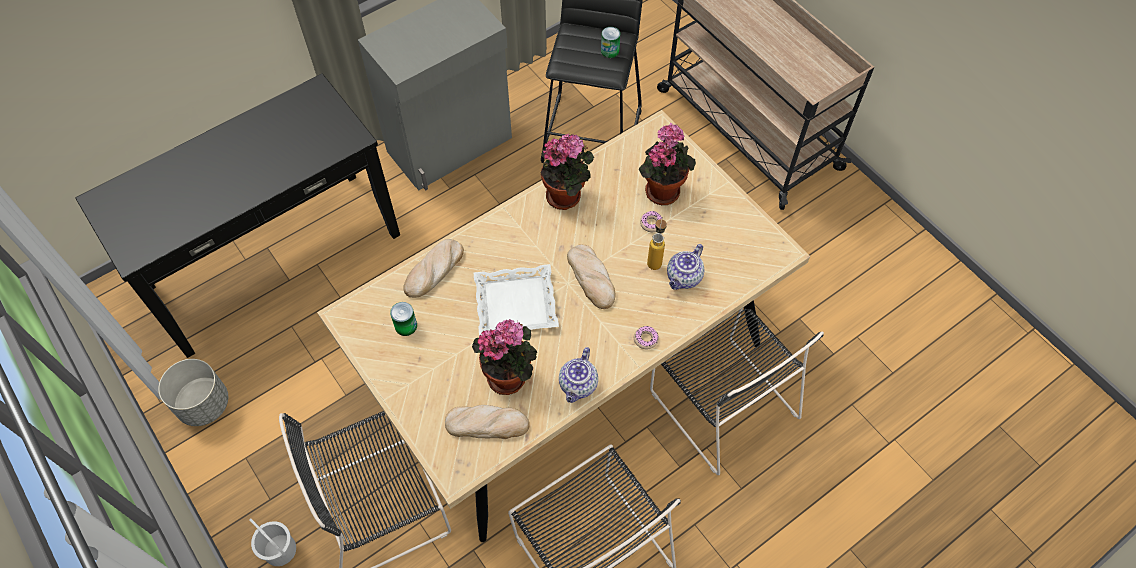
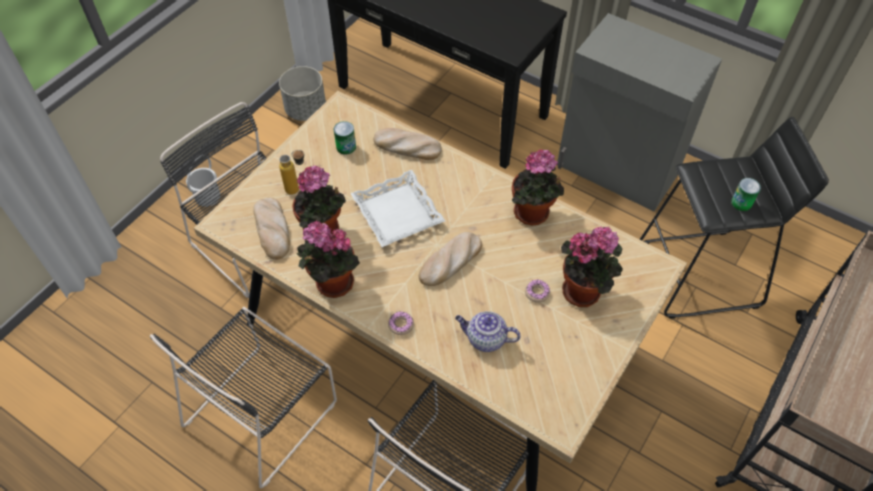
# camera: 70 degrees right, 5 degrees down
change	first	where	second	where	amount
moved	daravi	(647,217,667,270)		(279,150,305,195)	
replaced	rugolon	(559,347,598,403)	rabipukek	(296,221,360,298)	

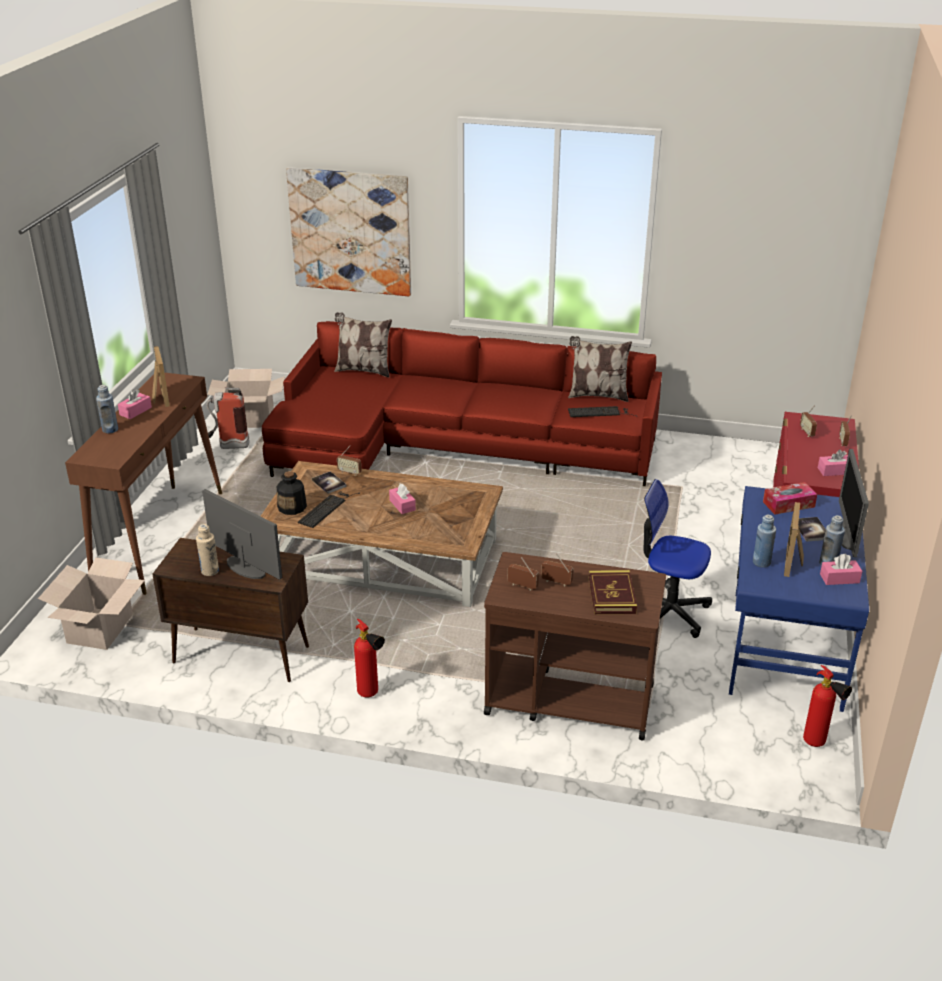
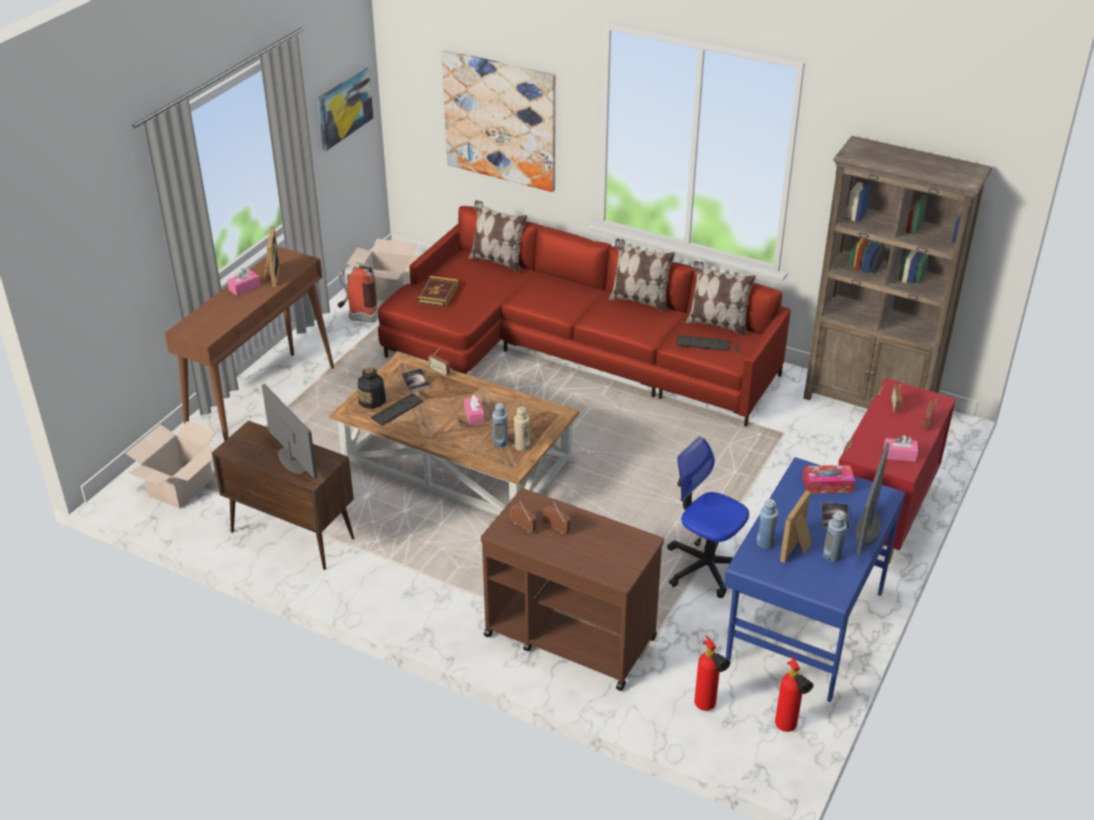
# camera: 15 degrees right, 5 degrees up
change	first	where	second	where	amount
added			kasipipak	(317,67,373,151)	
moved	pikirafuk	(588,570,637,614)		(417,276,458,308)	
moved	daravi (blue)	(96,385,118,433)		(492,403,508,447)	
moved	daravi (beige)	(196,524,219,576)		(514,407,530,451)	
added			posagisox	(609,238,675,312)	
moved	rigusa	(354,619,385,698)		(694,635,731,711)	
added			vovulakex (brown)	(803,136,992,409)	
removed	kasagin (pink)	(820,554,862,585)			

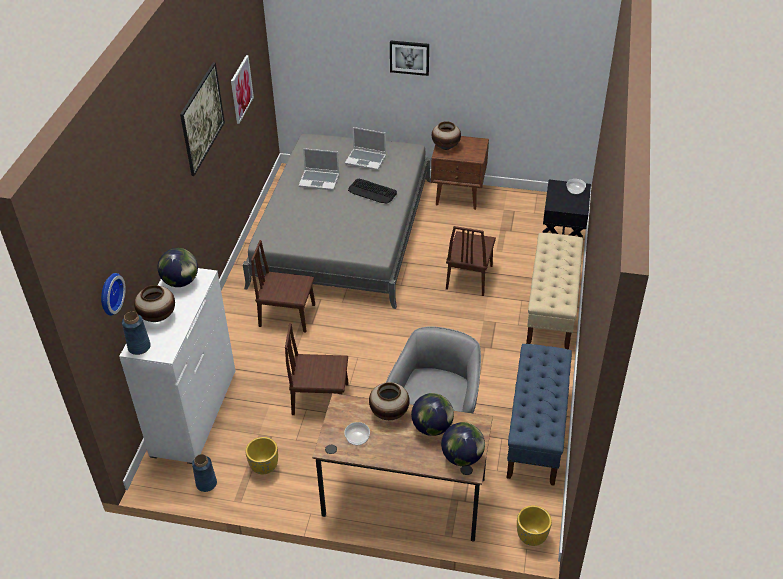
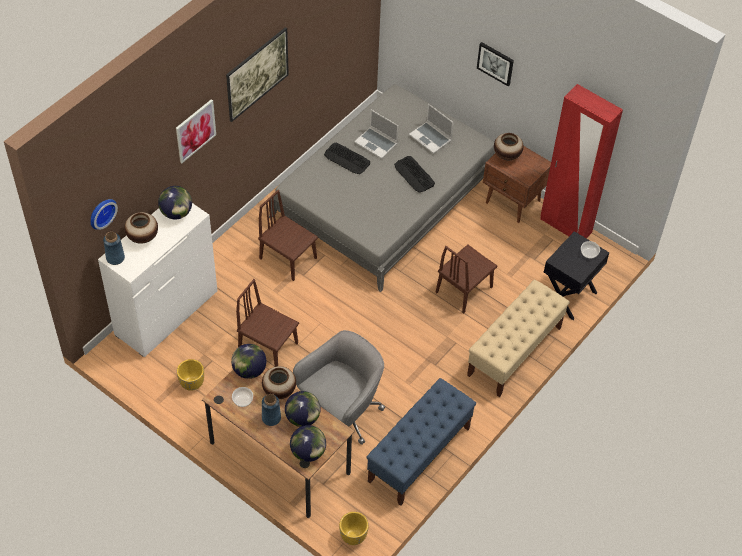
# camera: 25 degrees right, 10 degrees up
change	first	where	second	where	amount
moved	kasipipak	(231,55,254,124)		(176,99,216,163)	
added			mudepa	(231,344,266,379)	
moved	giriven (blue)	(192,454,217,492)		(262,394,281,426)	
added			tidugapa	(324,143,370,174)	
added			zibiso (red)	(540,84,623,239)	

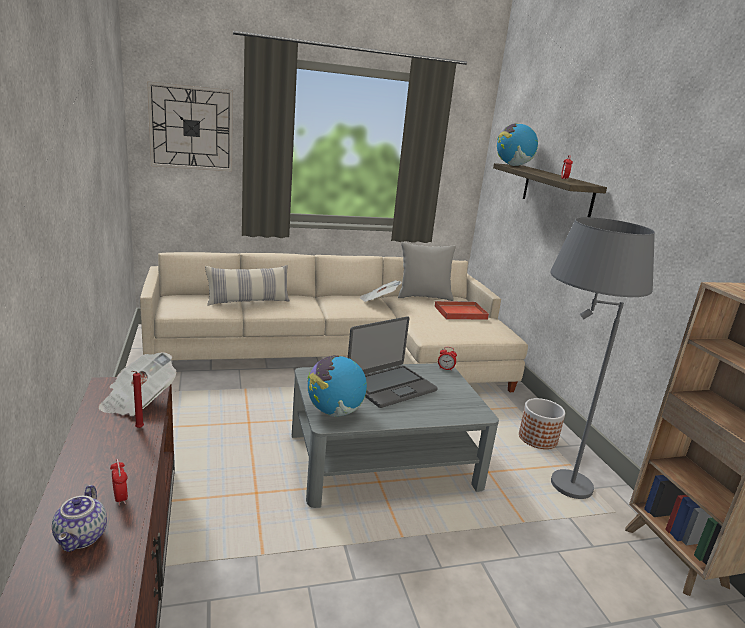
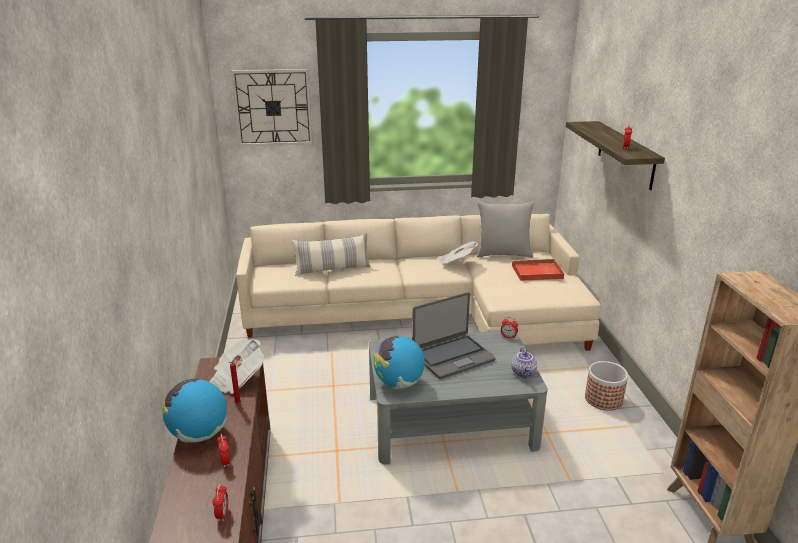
# camera: 10 degrees right, 5 degrees up
change	first	where	second	where	amount
moved	mudepa	(497,123,538,166)		(162,378,227,443)	
added			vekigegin	(212,484,228,522)	
moved	rugolon	(52,485,107,552)		(511,347,537,378)	
removed	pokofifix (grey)	(550,217,655,499)			

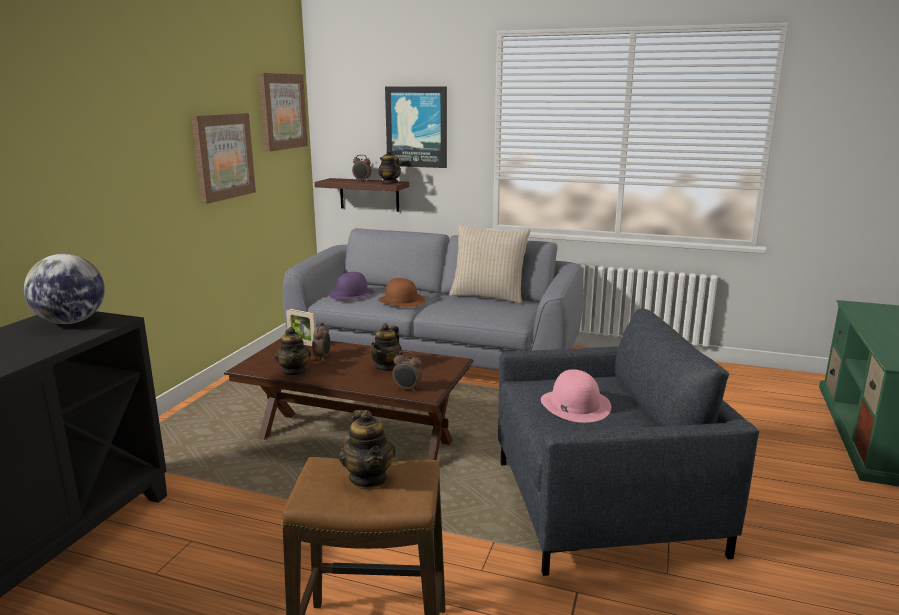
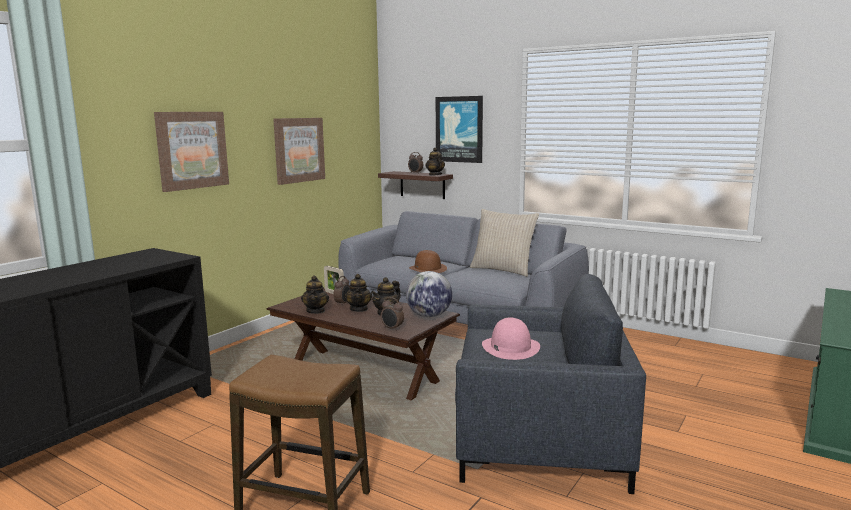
# camera: 15 degrees right, 5 degrees down
change	first	where	second	where	amount
moved	kasipipak	(259,73,308,152)		(154,112,229,192)	
moved	rugolon	(339,410,396,488)		(344,274,372,312)	
moved	mudepa	(24,254,105,324)		(406,271,452,318)	
removed	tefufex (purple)	(329,272,375,300)			

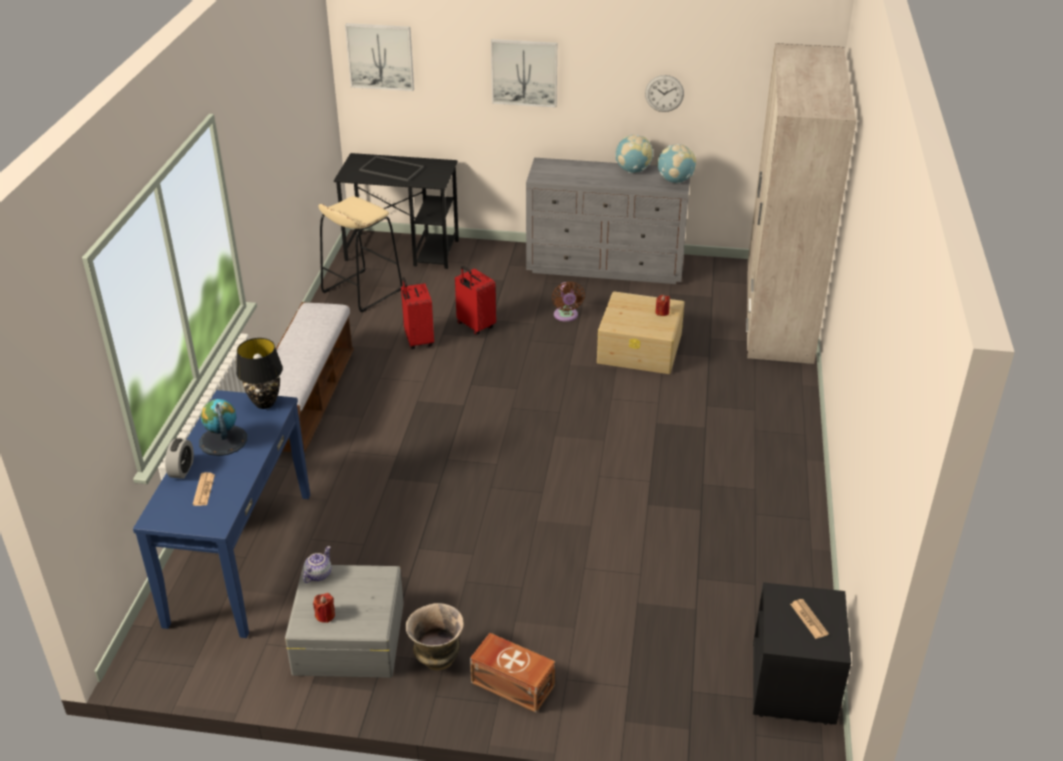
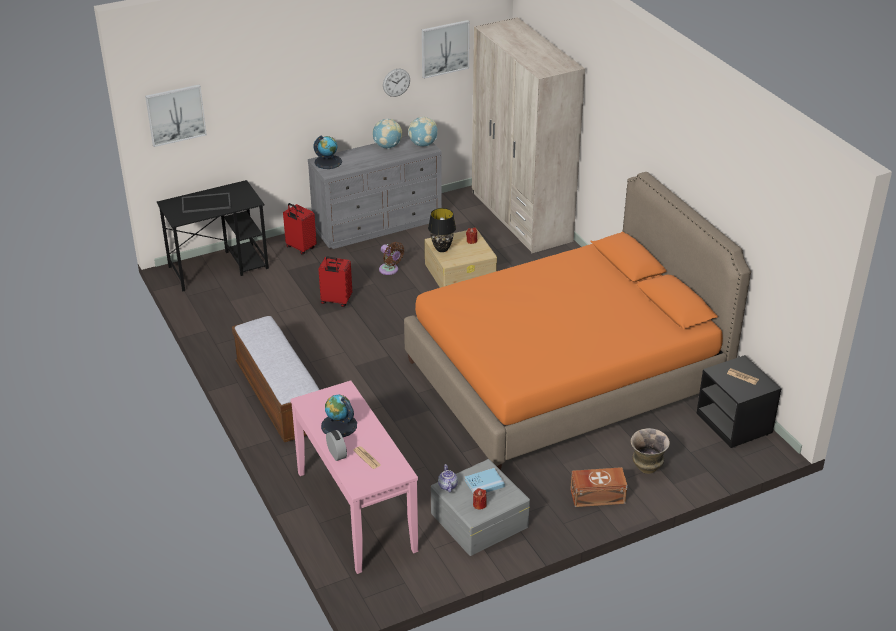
# camera: 35 degrees left, 0 degrees up
change	first	where	second	where	amount
moved	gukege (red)	(401,277,434,349)		(283,203,317,254)	
recoloured	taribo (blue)	(133,390,310,638)	taribo (pink)	(290,381,418,574)	
added			mudepa	(314,135,342,169)	
added			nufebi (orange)	(404,172,751,470)	
moved	kasipipak	(491,39,557,107)		(422,20,470,78)	
moved	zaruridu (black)	(236,338,283,409)		(428,208,456,252)	
added			pikirafuk (blue)	(464,468,505,493)	
moved	giriven	(406,603,464,670)		(631,428,670,474)	
removed	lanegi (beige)	(318,196,403,313)			

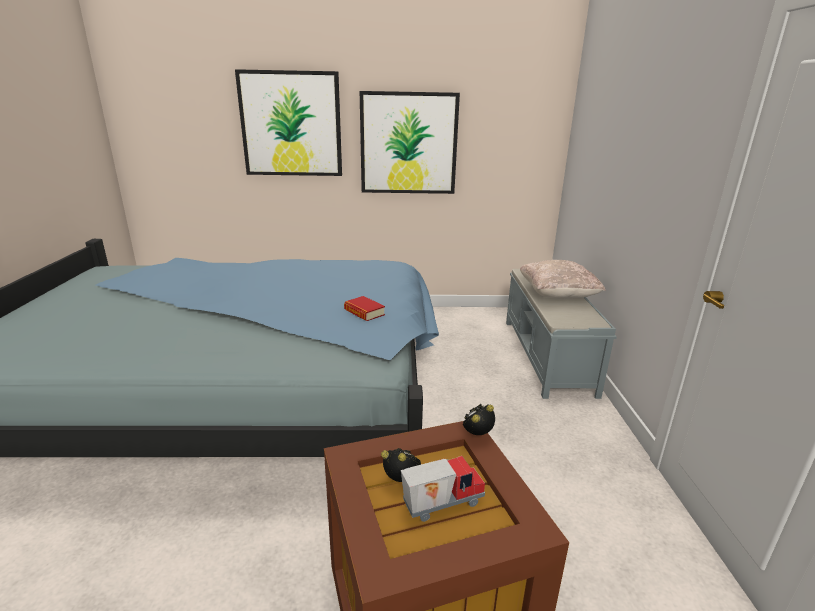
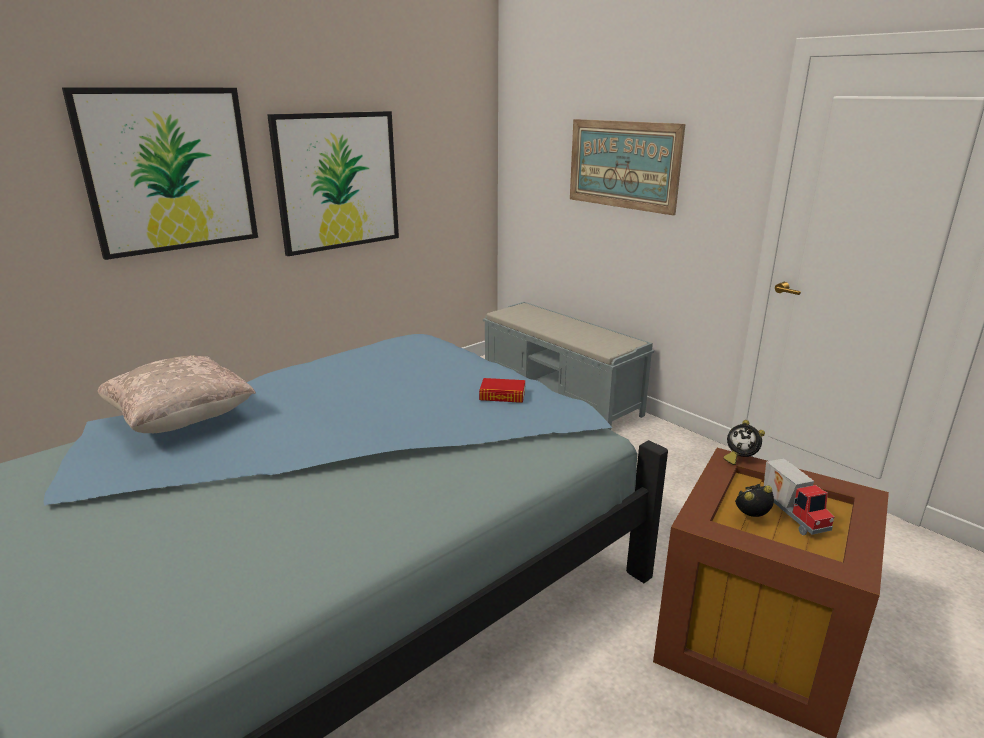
# camera: 40 degrees left, 0 degrees up
change	first	where	second	where	amount
moved	posagisox (beige)	(520,260,605,298)		(98,356,256,433)	
added			kasipipak	(570,119,686,215)	
turned	vekigegin	(463,404,495,435)		(723,420,765,465)	60 degrees counterclockwise
turned	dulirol	(401,456,485,522)		(764,459,834,535)	135 degrees clockwise

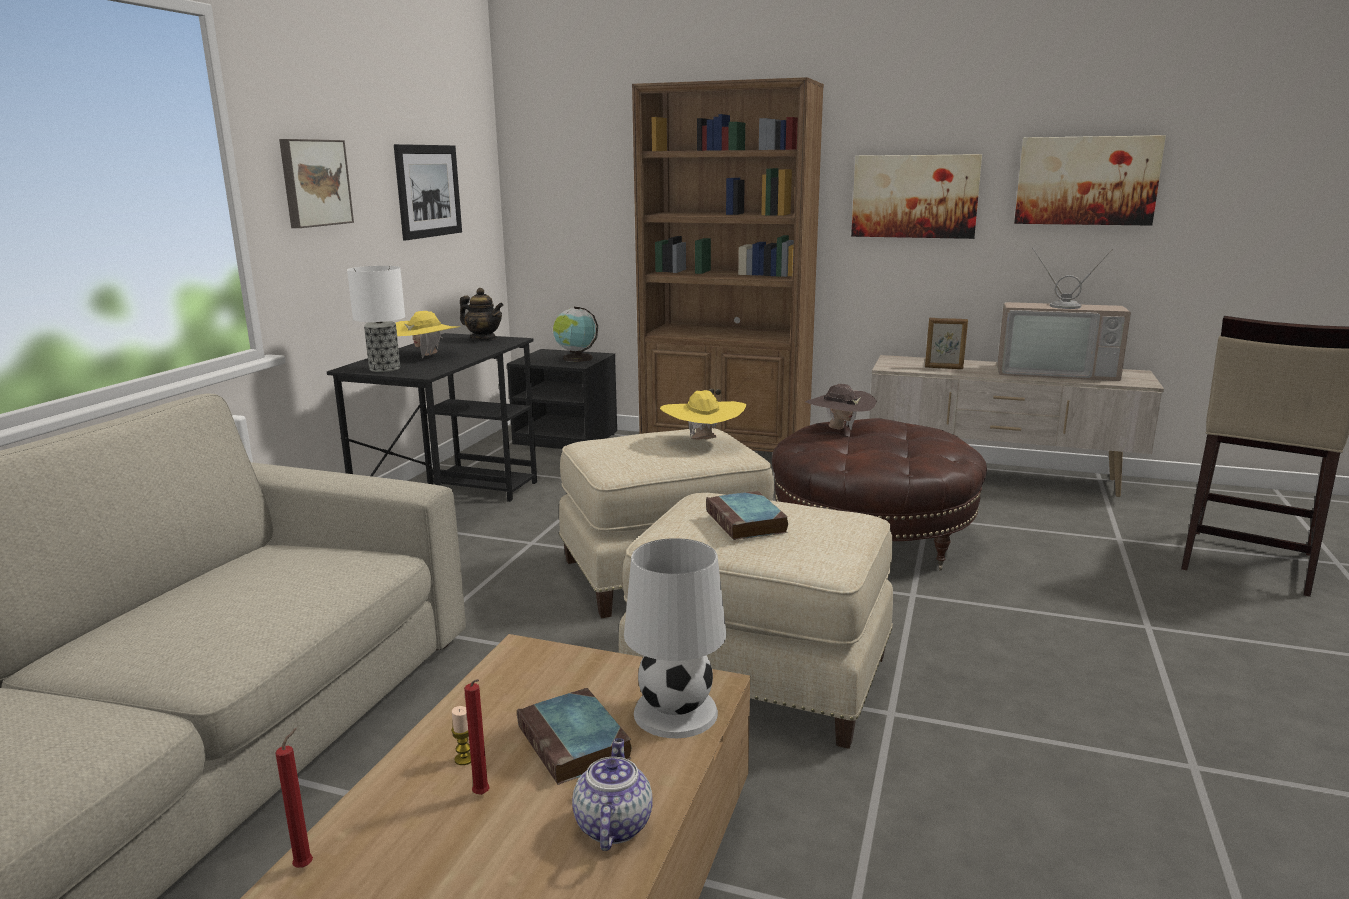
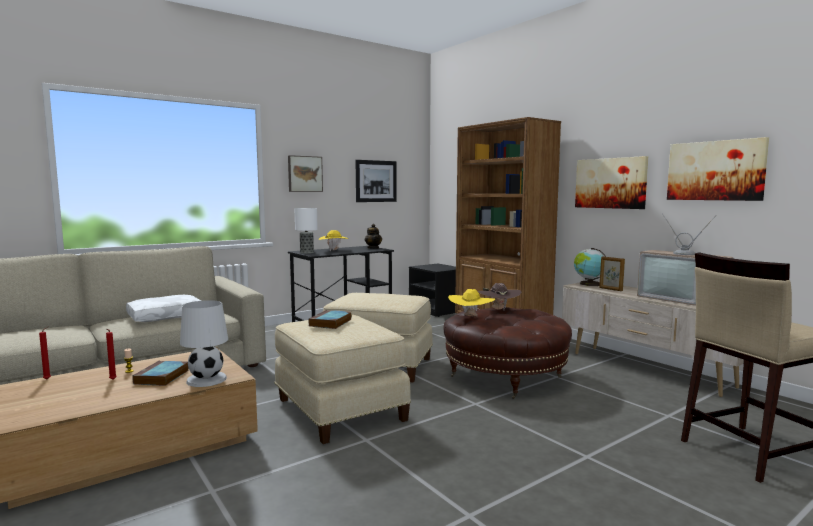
# camera: 35 degrees right, 10 degrees down
change	first	where	second	where	amount
added			posagisox (white)	(126,295,201,322)	
moved	tefufex (yellow)	(660,390,746,440)		(448,289,496,317)	
moved	mudepa	(553,306,598,362)		(574,248,606,286)	
removed	rugolon	(572,738,652,851)			

